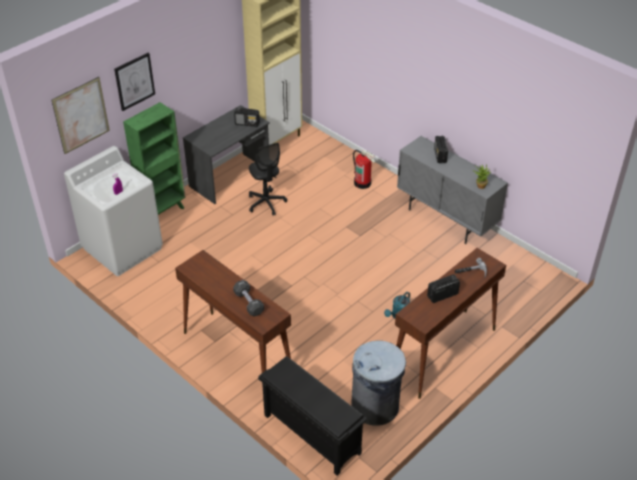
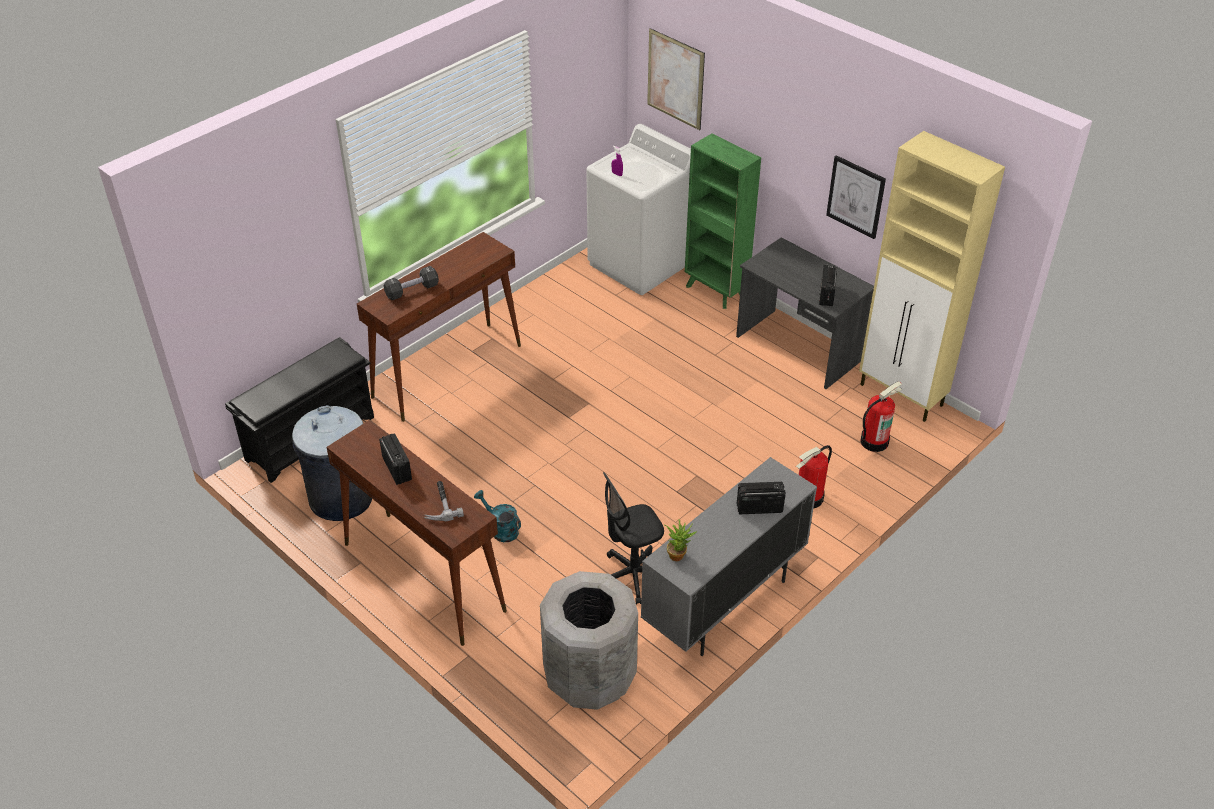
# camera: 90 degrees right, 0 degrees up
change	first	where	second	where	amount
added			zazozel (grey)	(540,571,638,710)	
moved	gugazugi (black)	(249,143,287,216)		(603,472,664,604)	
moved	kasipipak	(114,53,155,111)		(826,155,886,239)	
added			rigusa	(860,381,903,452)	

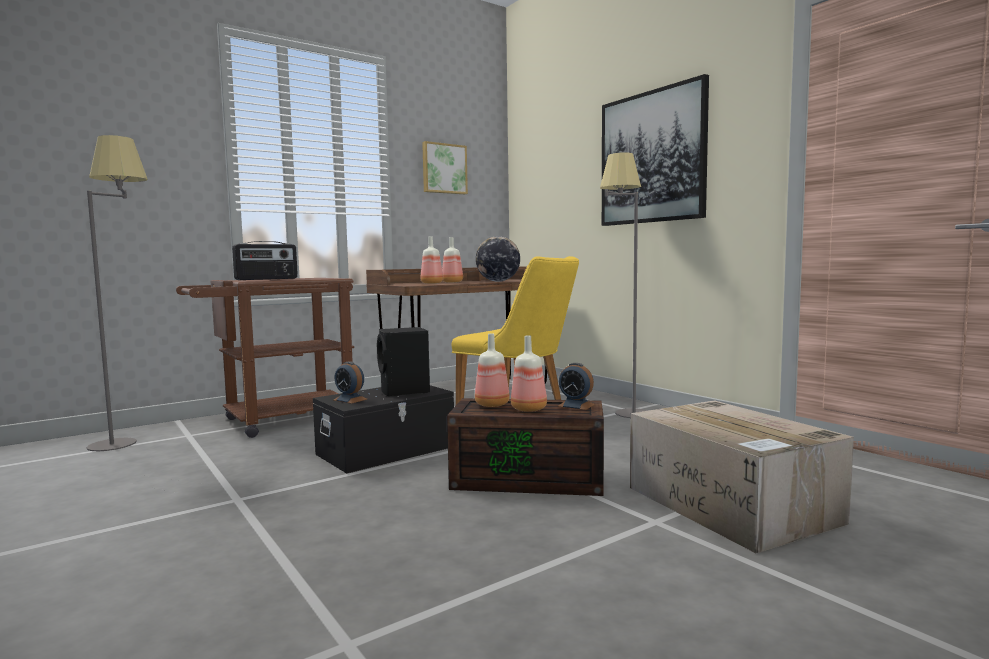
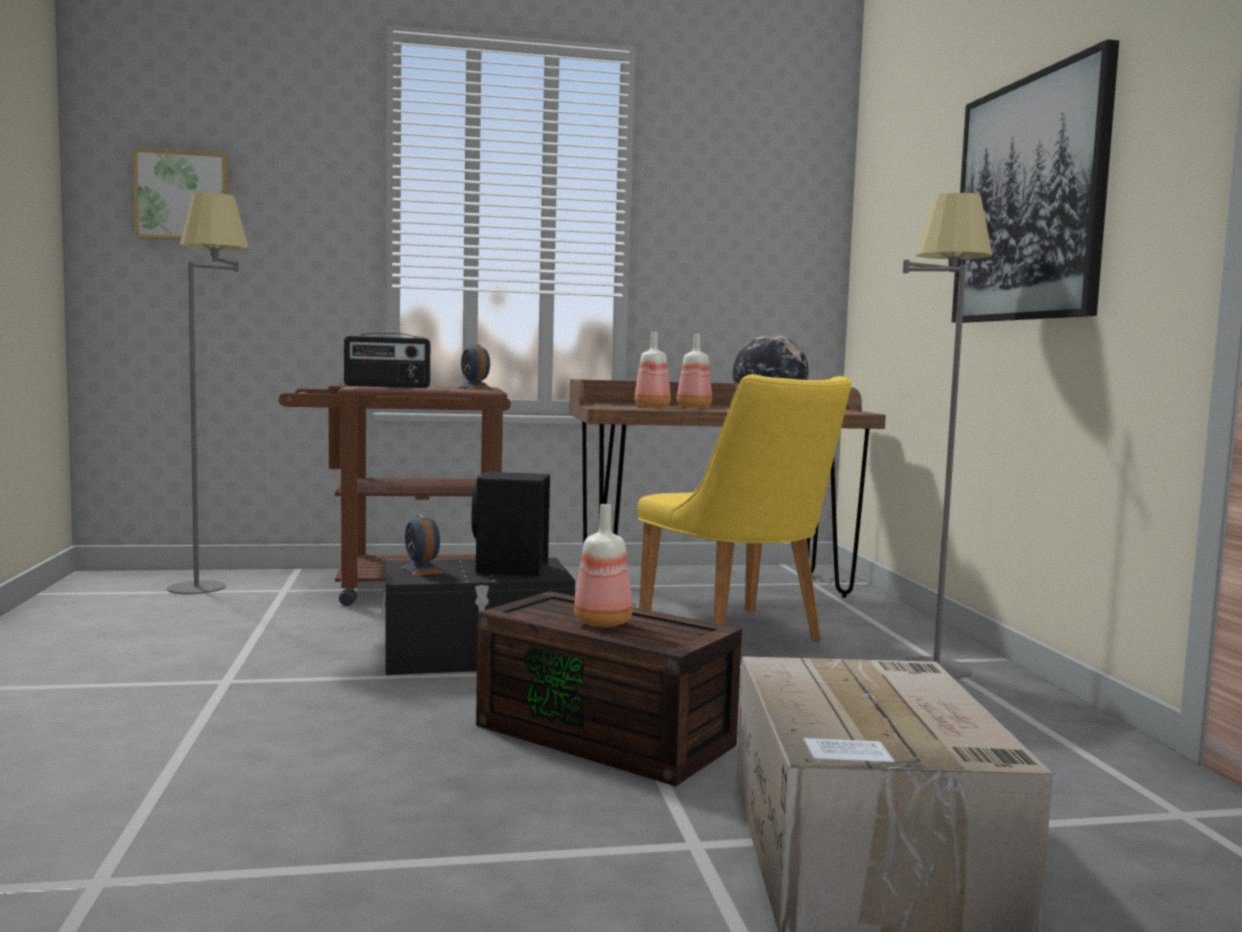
# camera: 25 degrees right, 0 degrees up
change	first	where	second	where	amount
moved	kasipipak	(422,141,468,194)		(133,148,228,240)	
moved	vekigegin	(557,363,595,410)		(457,344,493,390)	
removed	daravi	(475,334,510,407)			

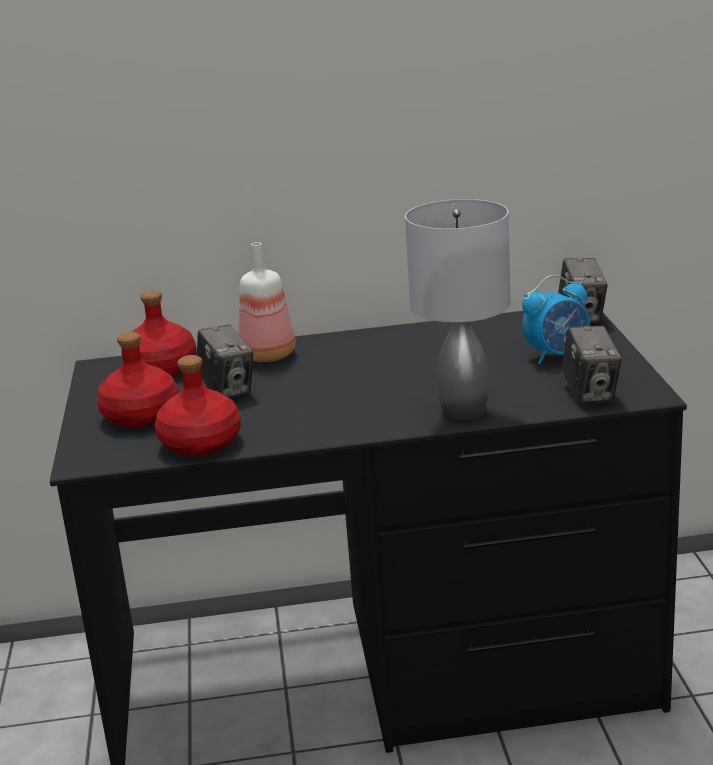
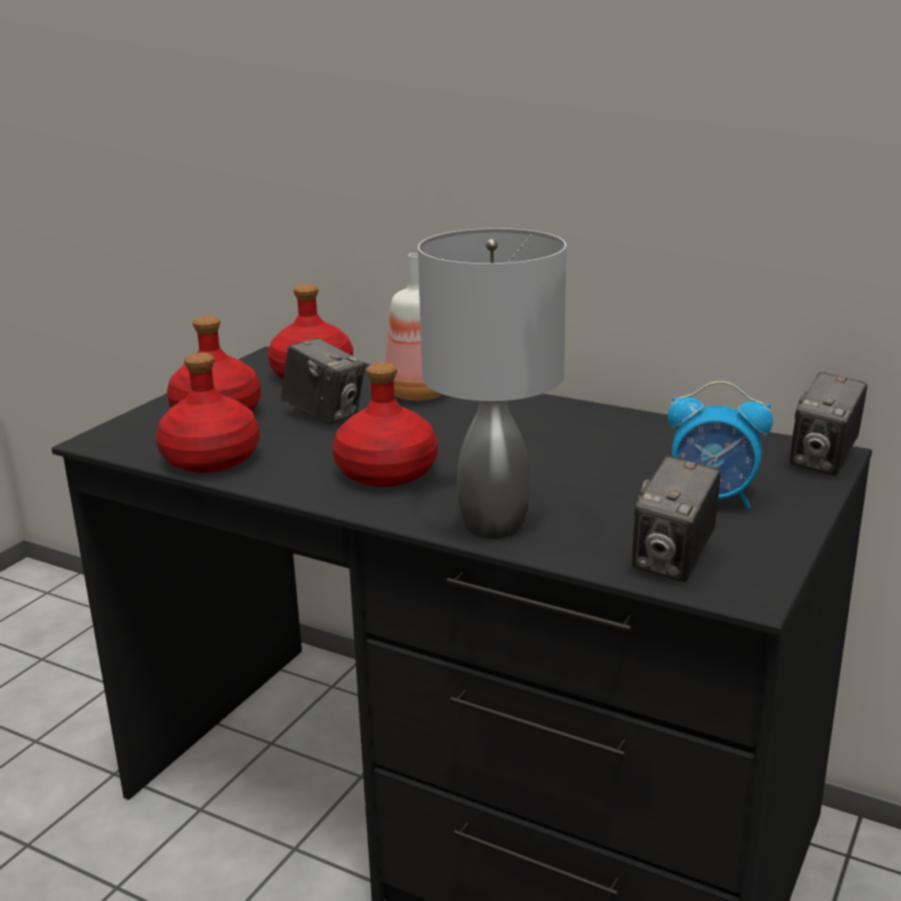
# camera: 35 degrees right, 0 degrees up
change	first	where	second	where	amount
turned	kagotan	(197,325,253,398)		(281,338,366,425)	60 degrees counterclockwise
added			daravi (red)	(332,362,438,487)	

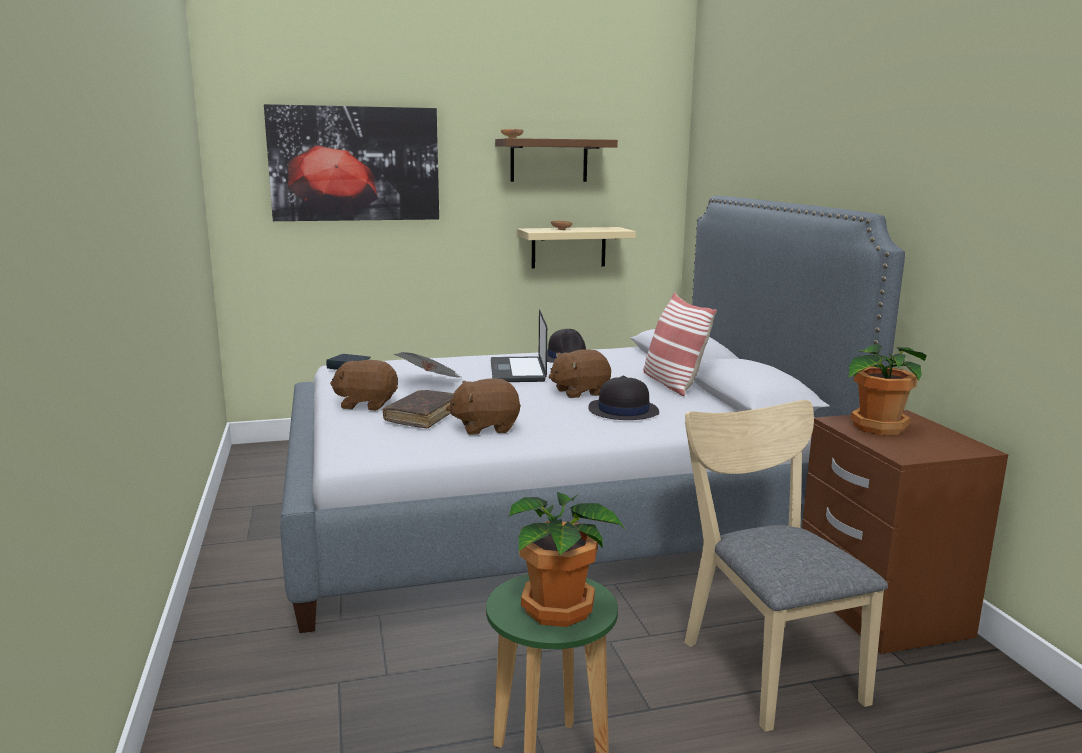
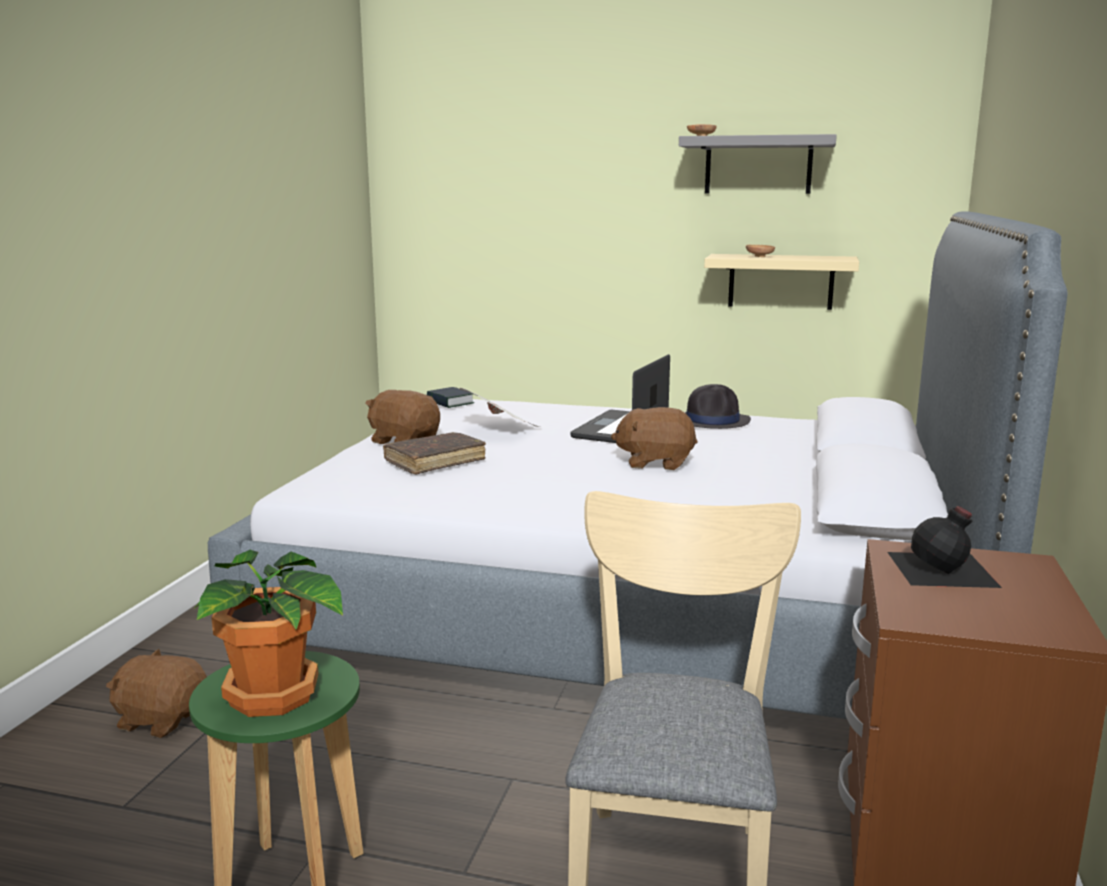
# camera: 30 degrees right, 0 degrees up
change	first	where	second	where	amount
moved	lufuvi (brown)	(446,379,521,435)		(106,649,207,738)	
recoloured	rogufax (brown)	(495,138,618,182)	rogufax (grey)	(679,134,837,194)	
replaced	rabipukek	(849,344,927,435)	daravi (black)	(887,506,1002,588)	
removed	kasipipak	(264,104,439,221)			
removed	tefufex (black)	(588,376,659,420)			
removed	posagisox	(644,293,717,396)			

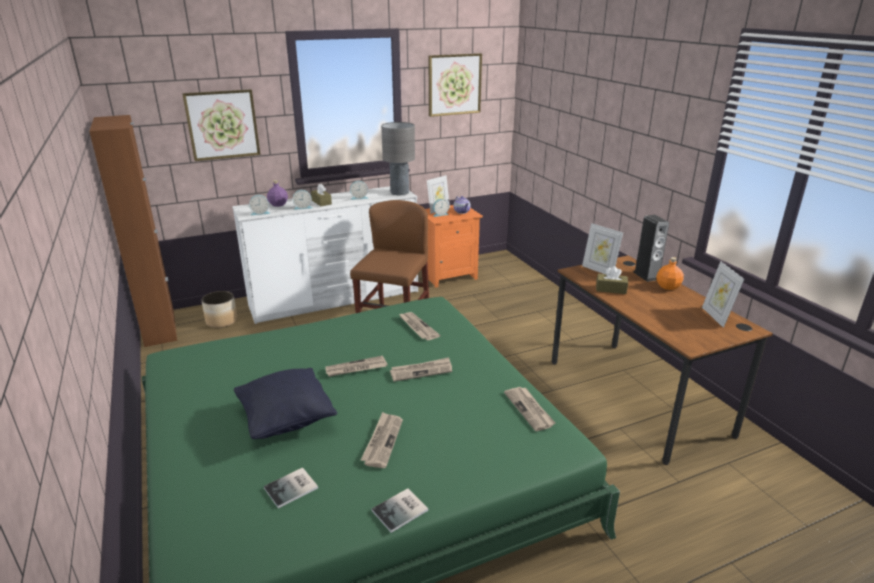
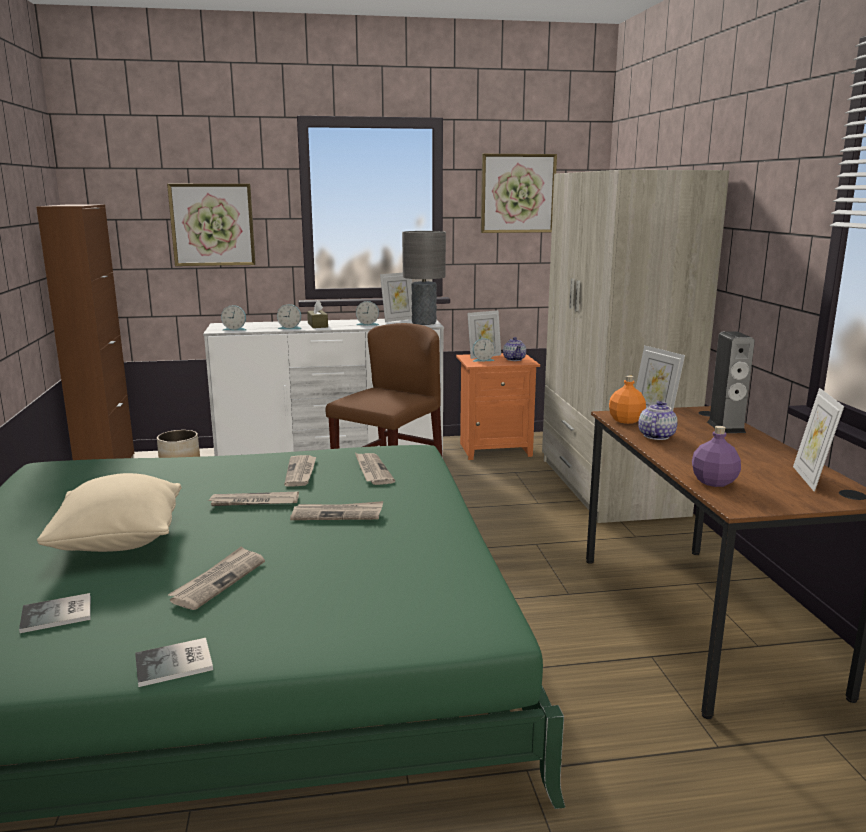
# camera: 15 degrees right, 10 degrees down
change	first	where	second	where	amount
recoloured	posagisox (black)	(234,368,337,439)	posagisox (beige)	(37,473,181,552)	
moved	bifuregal	(504,387,556,431)		(284,455,316,487)	
added			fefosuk	(380,273,412,322)	
added			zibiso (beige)	(542,170,729,523)	
moved	daravi (orange)	(656,257,684,290)		(609,375,646,424)	
replaced	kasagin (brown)	(596,266,628,294)	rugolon	(638,401,678,440)	
moved	daravi (purple)	(267,180,288,207)		(692,426,741,487)	

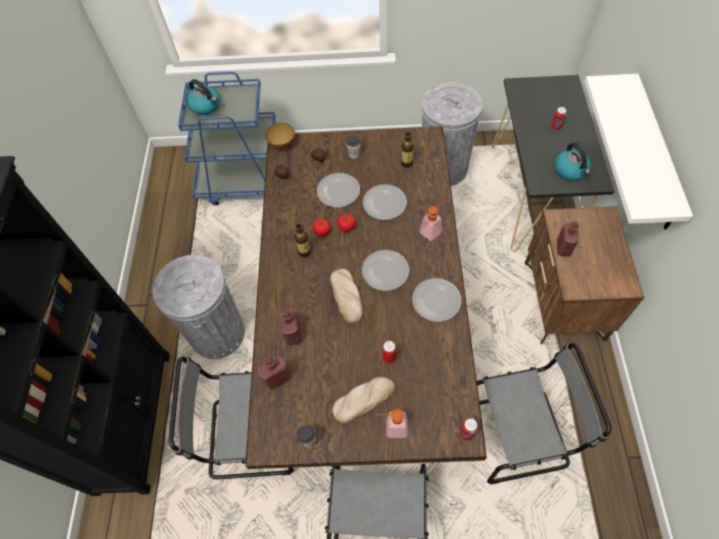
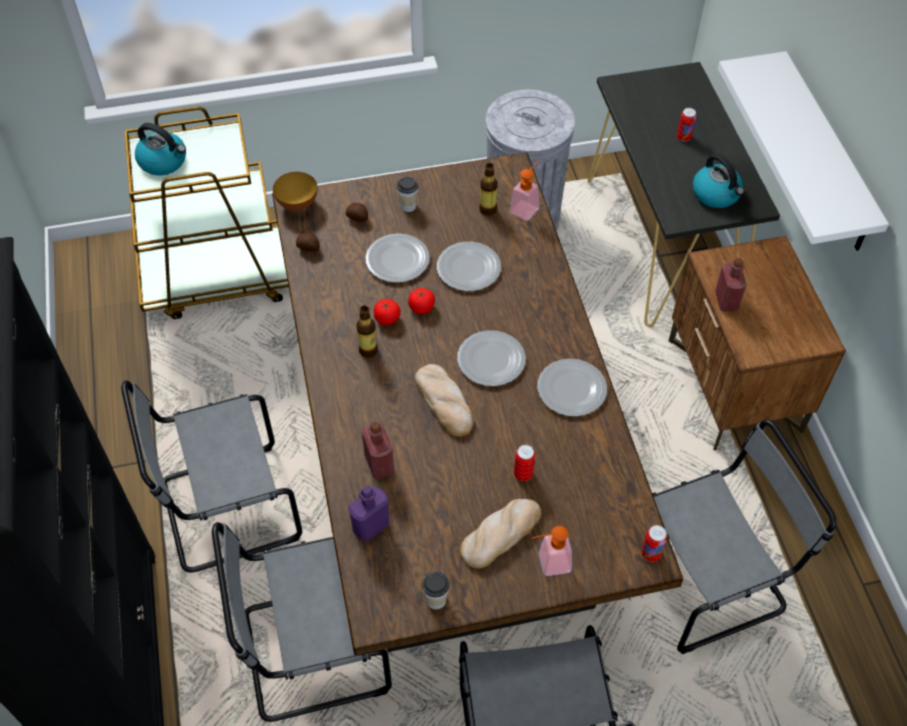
# camera: 15 degrees left, 5 degrees down
change	first	where	second	where	amount
replaced	zazozel (grey)	(152,255,245,359)	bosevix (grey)	(121,381,302,573)	
recoloured	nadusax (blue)	(178,72,276,205)	nadusax (brown)	(124,106,289,319)	
recoloured	daravi (red)	(258,356,290,390)	daravi (purple)	(348,486,390,542)	
moved	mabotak	(420,200,445,241)		(509,161,540,221)	

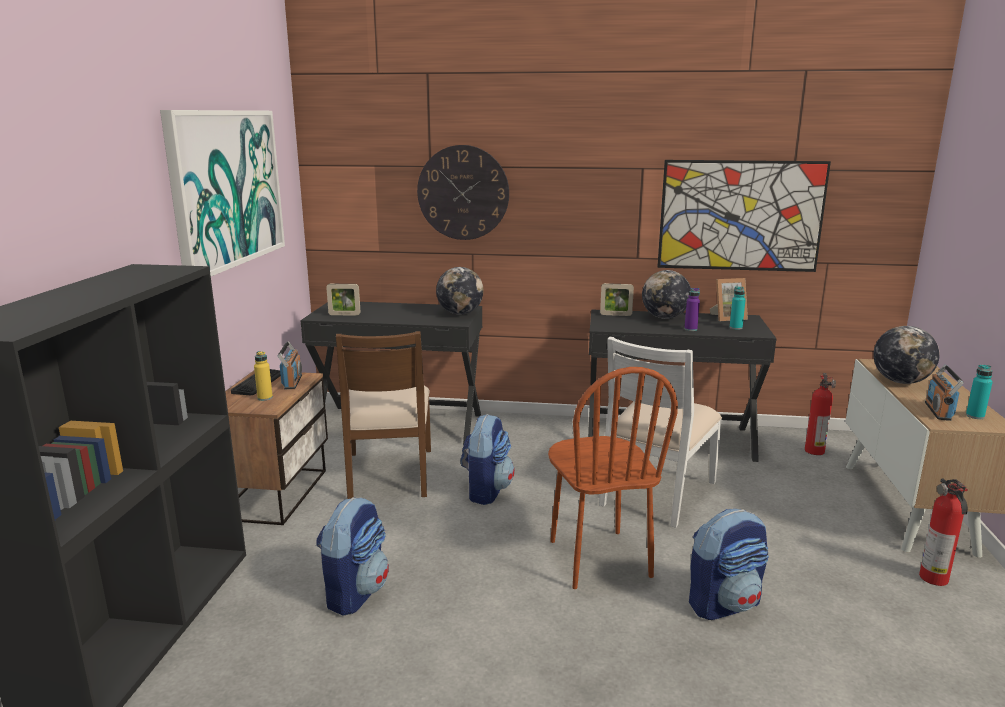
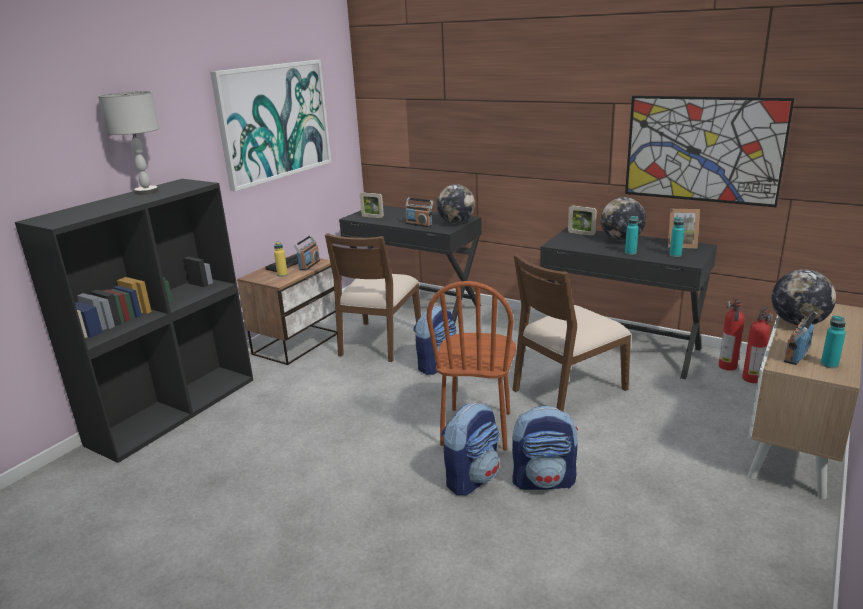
# camera: 25 degrees right, 5 degrees up
change	first	where	second	where	amount
added			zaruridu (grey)	(98,91,160,195)	
added			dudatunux	(405,198,433,227)	
moved	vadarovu	(316,497,389,616)		(441,403,500,496)	
recoloured	bosevix (white)	(599,336,722,528)	bosevix (brown)	(513,254,631,411)	
recoloured	daravi (purple)	(684,288,700,331)	daravi (turquoise)	(625,216,639,255)	
moved	rigusa	(919,479,968,586)		(719,299,745,371)	
removed	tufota	(417,145,509,240)			

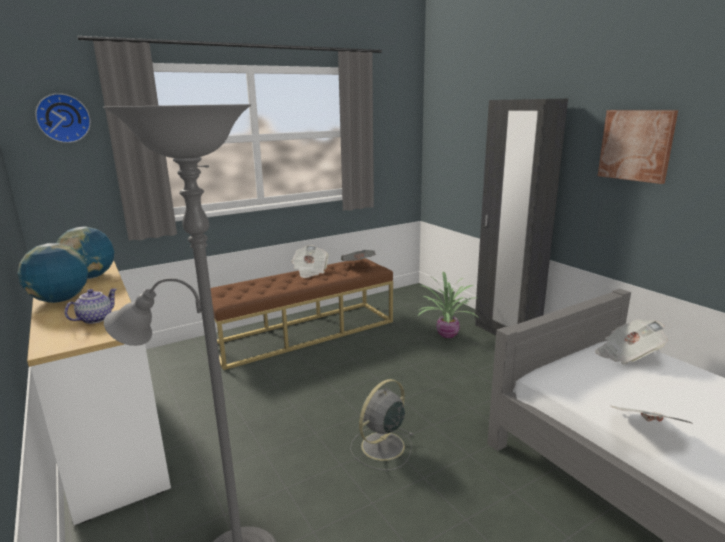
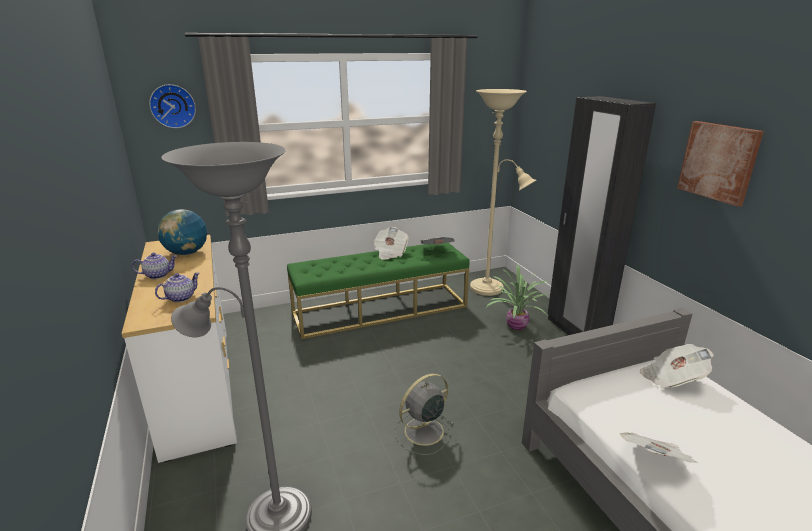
# camera: 10 degrees right, 5 degrees up
change	first	where	second	where	amount
replaced	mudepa	(17,243,88,303)	rugolon	(132,253,177,279)	
recoloured	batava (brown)	(211,258,393,370)	batava (green)	(287,242,470,339)	
added			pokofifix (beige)	(470,89,536,296)	

